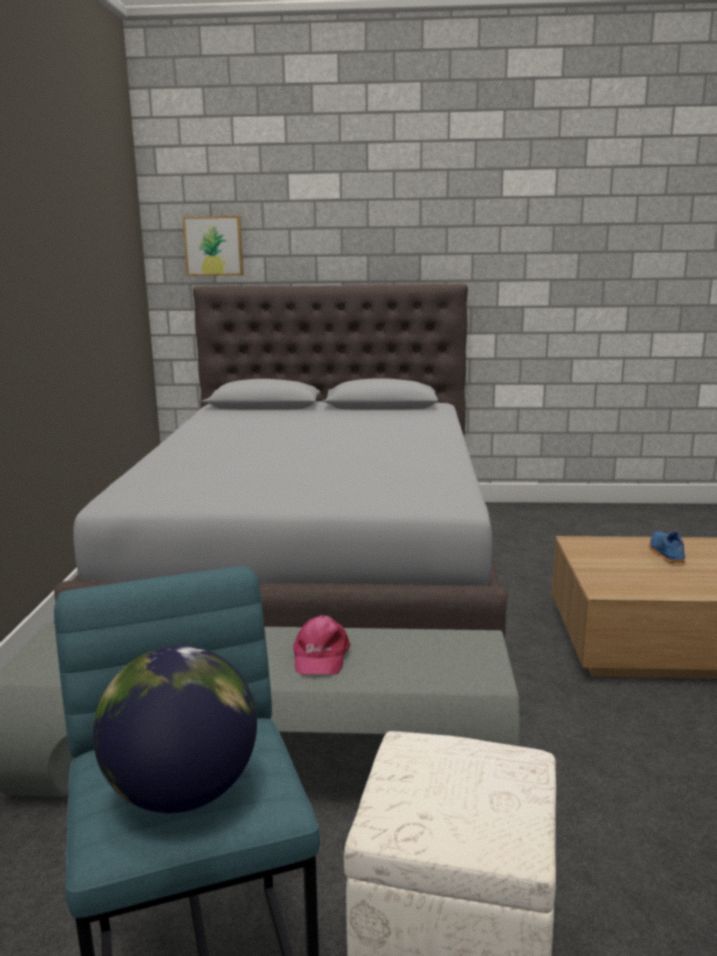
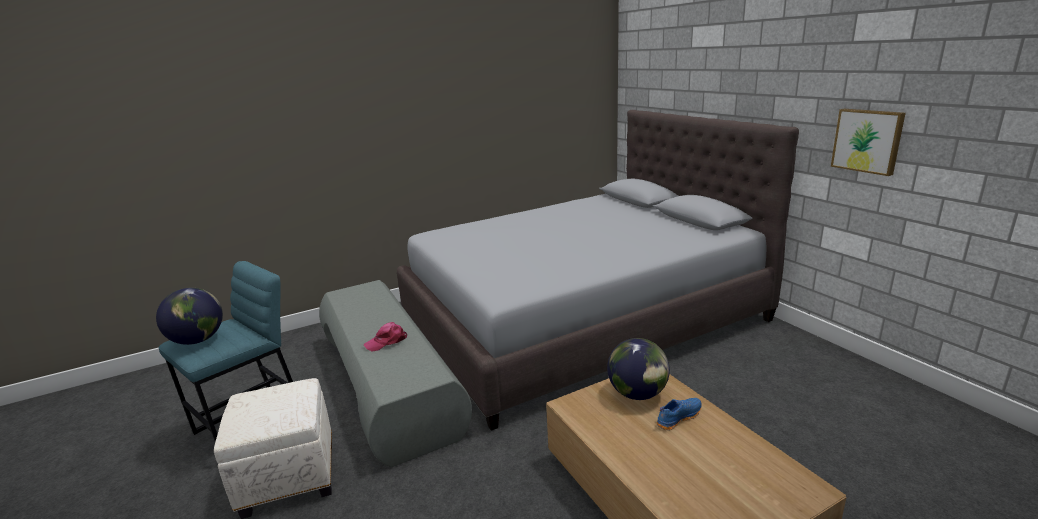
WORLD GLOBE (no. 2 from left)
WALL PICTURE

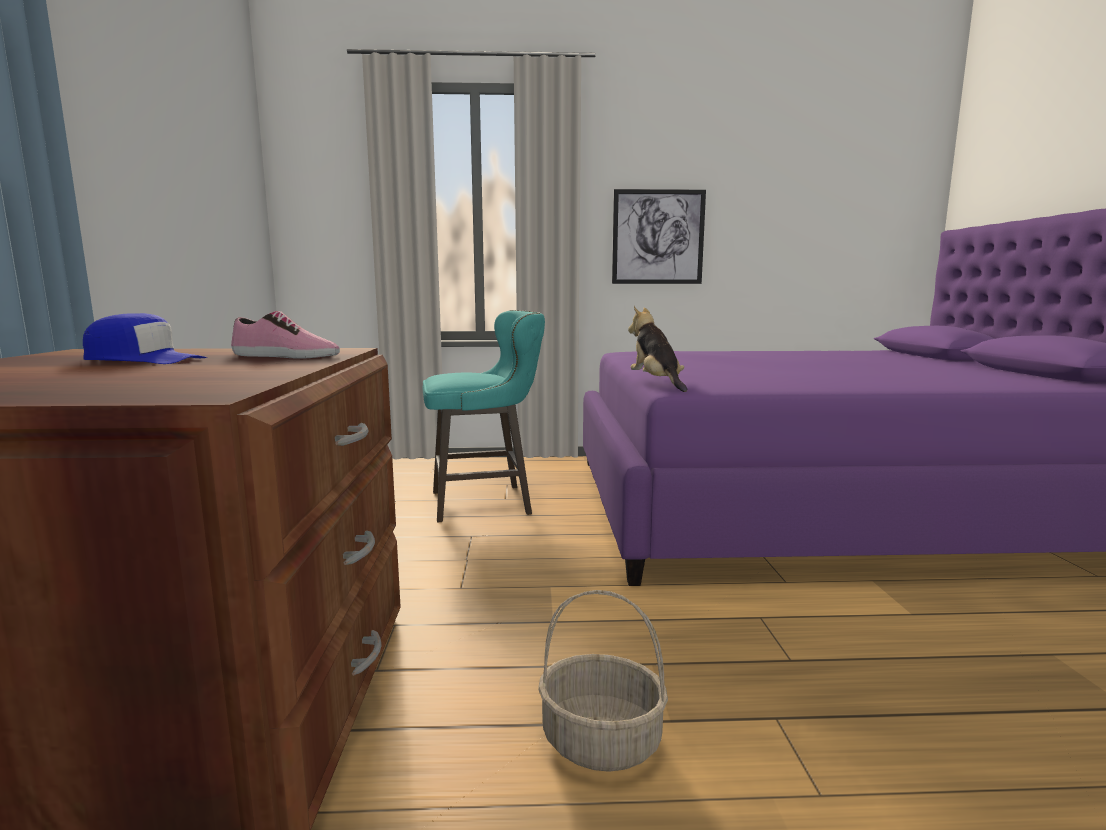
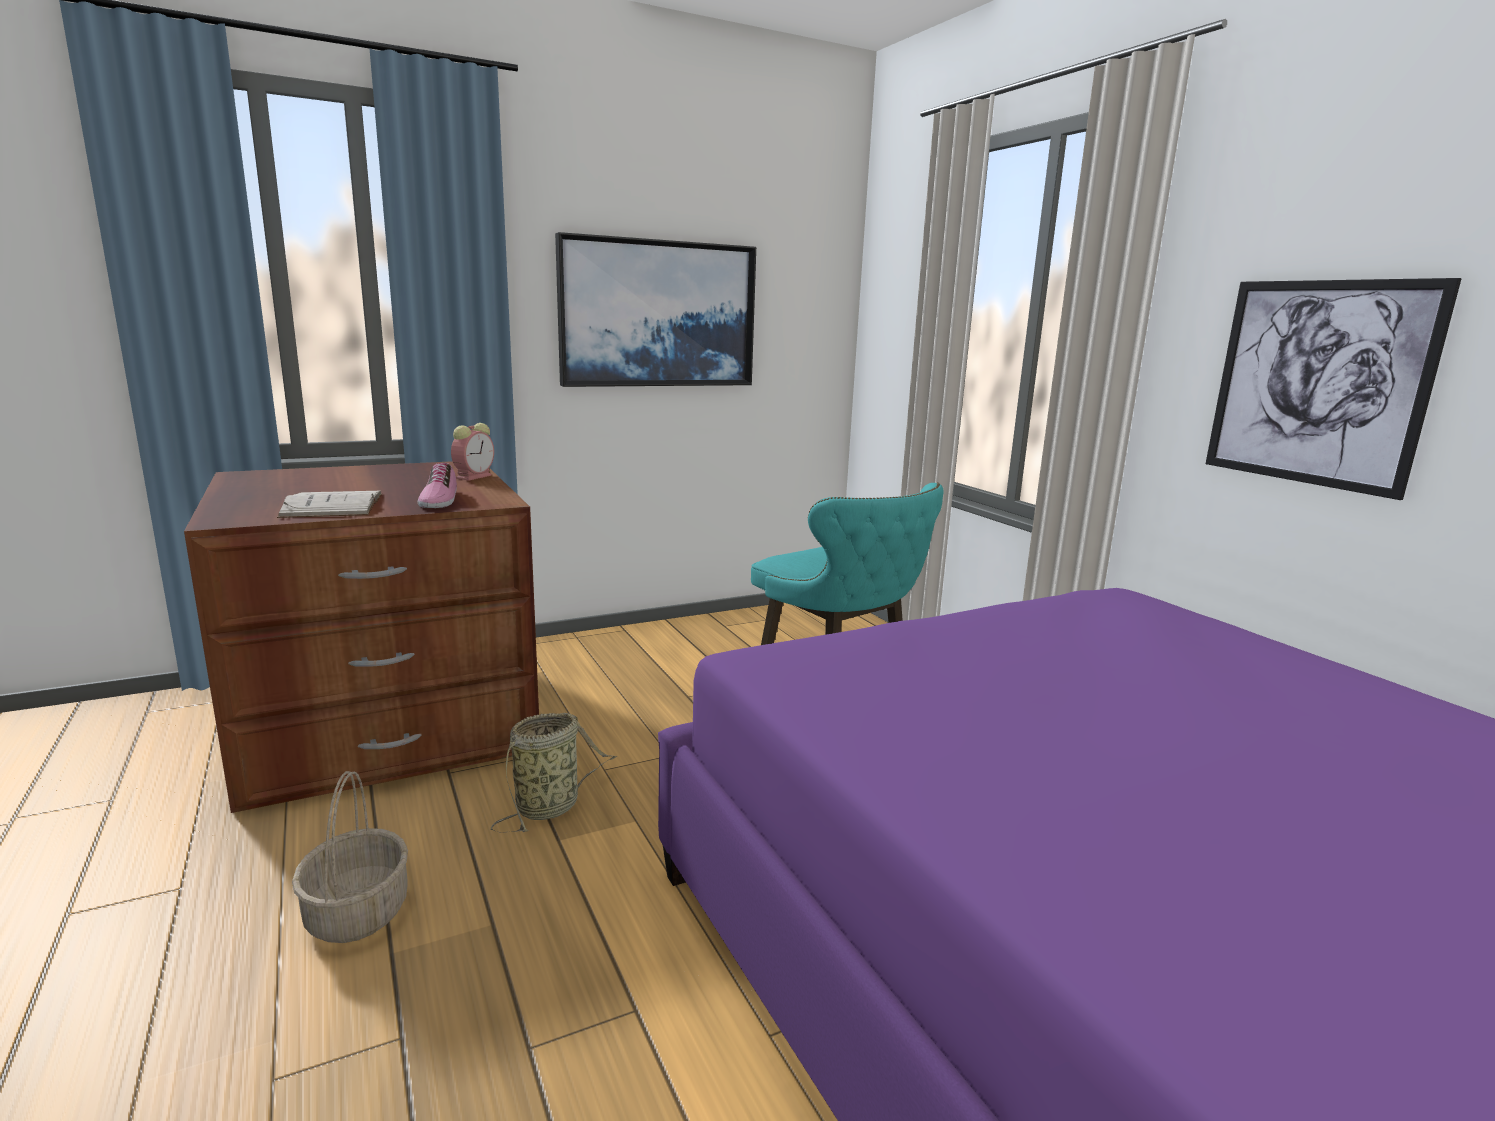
WHITISH BOOK
ALARM CLOCK
STORAGE BASKET (no. 2 from left)
WALL PICTURE (no. 1 from left)
BLUE PEAKED CAP
PLUSH TOY

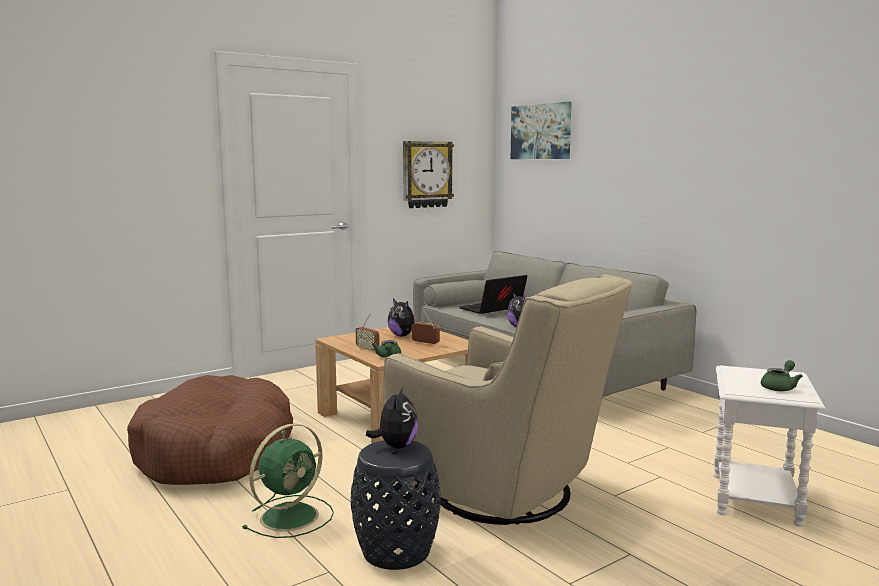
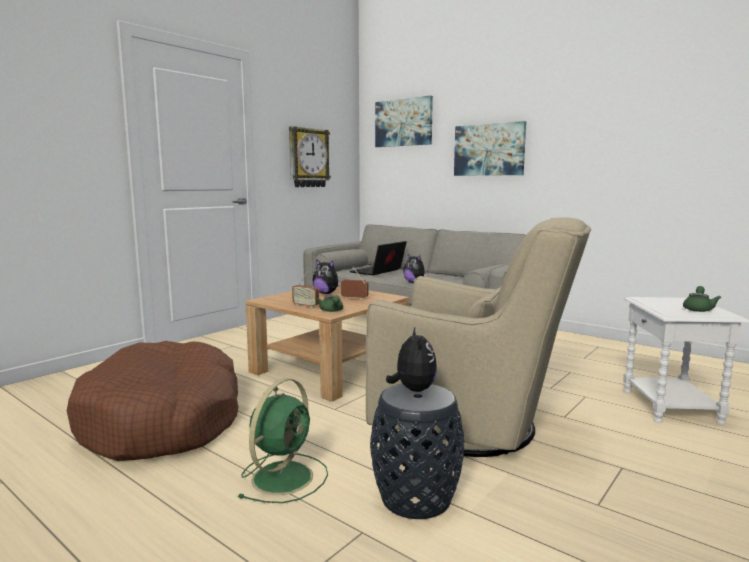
WALL PICTURE (no. 2 from left)

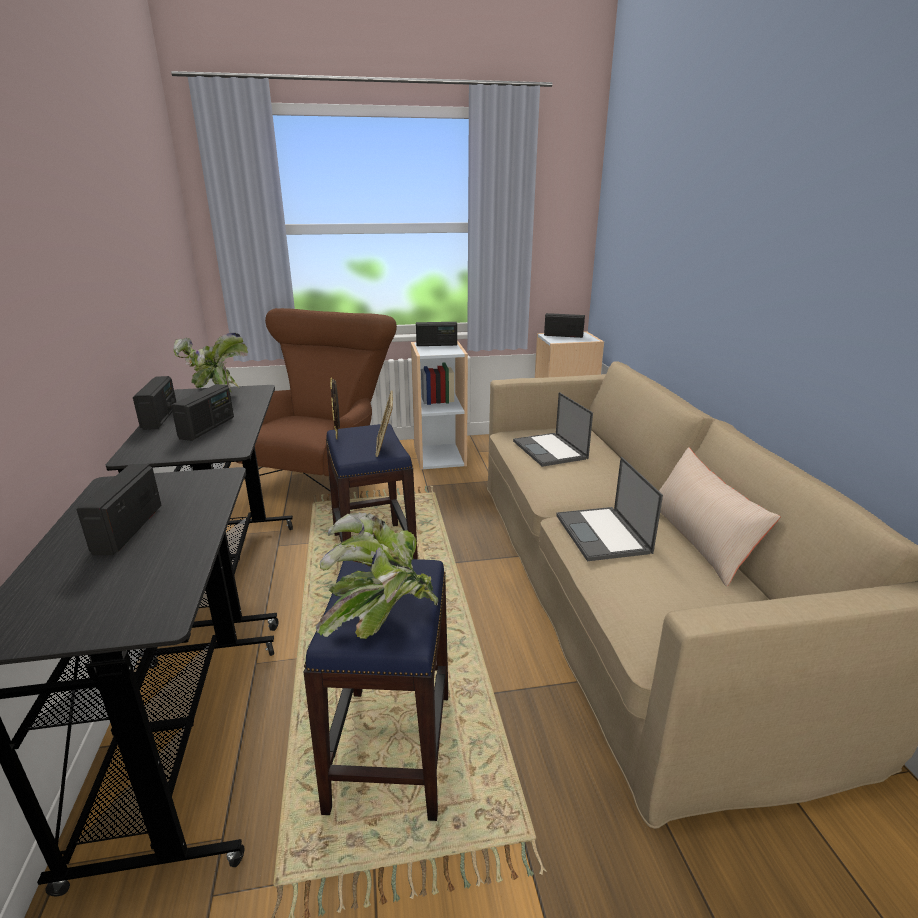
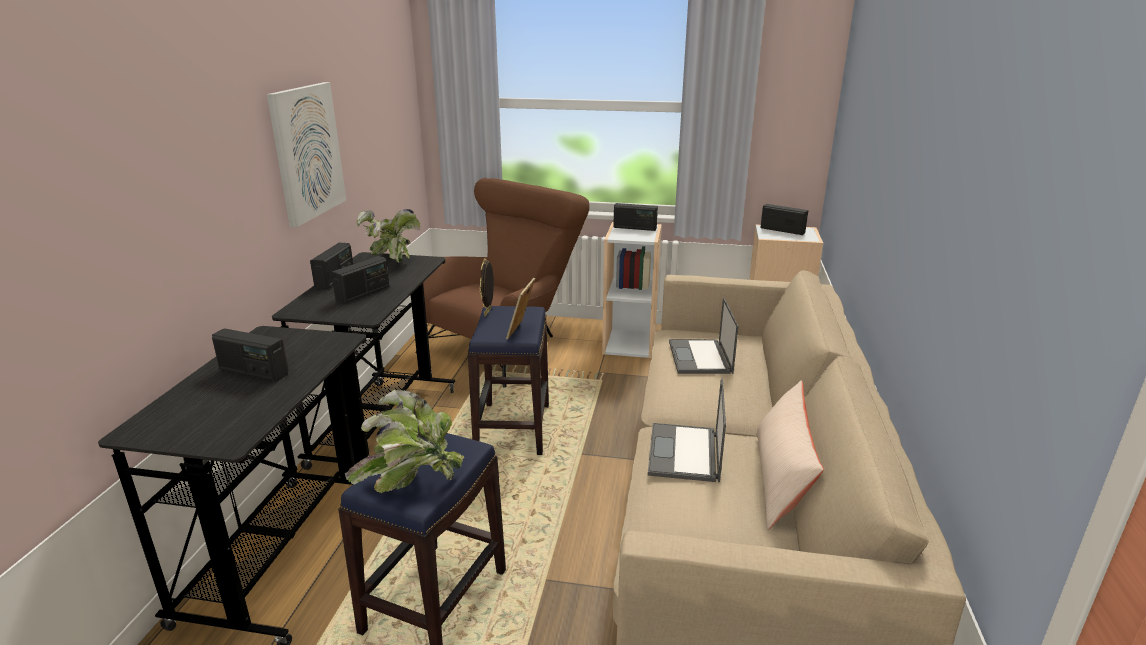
RADIO RECEIVER (no. 1 from left)
WALL PICTURE

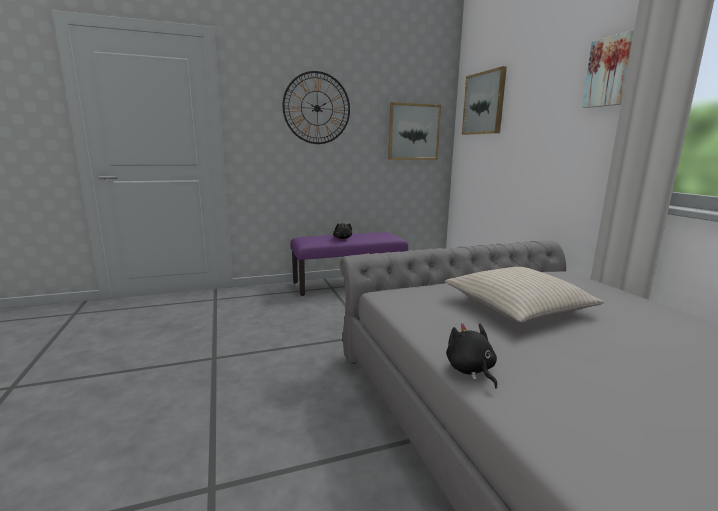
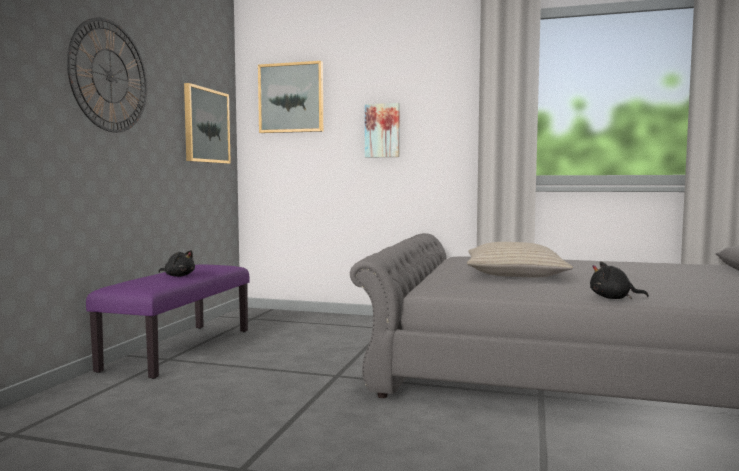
WALL PICTURE (no. 3 from left)

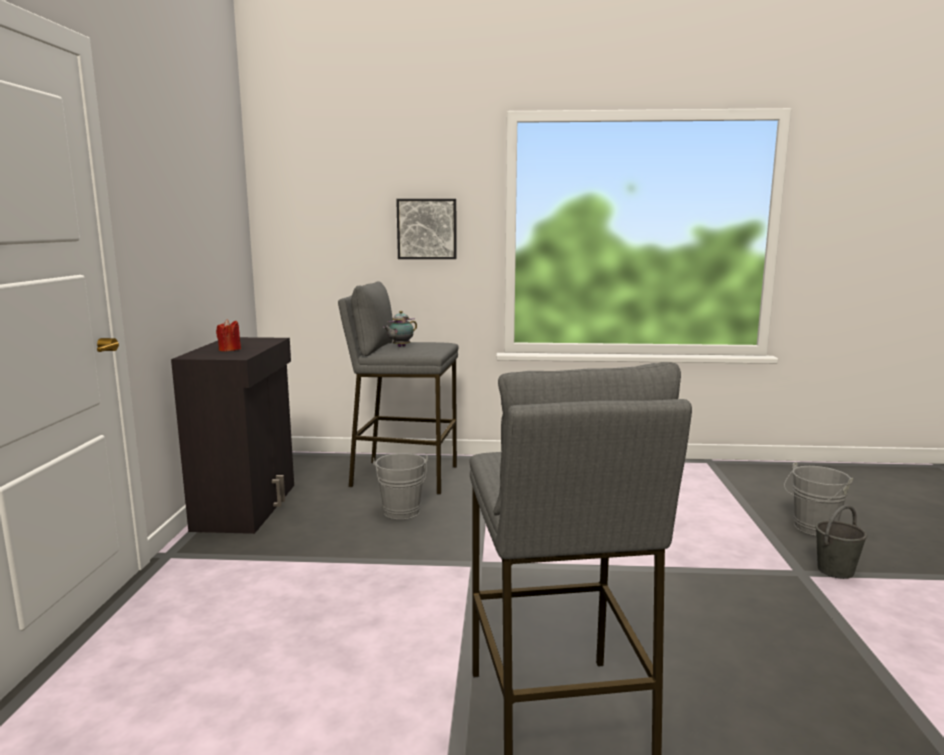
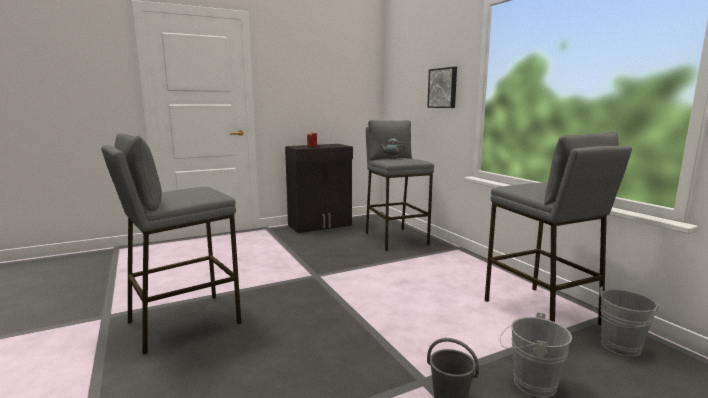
GRAY SITTING STOOL (no. 3 from left)
GRAY WATER BUCKET (no. 3 from left)

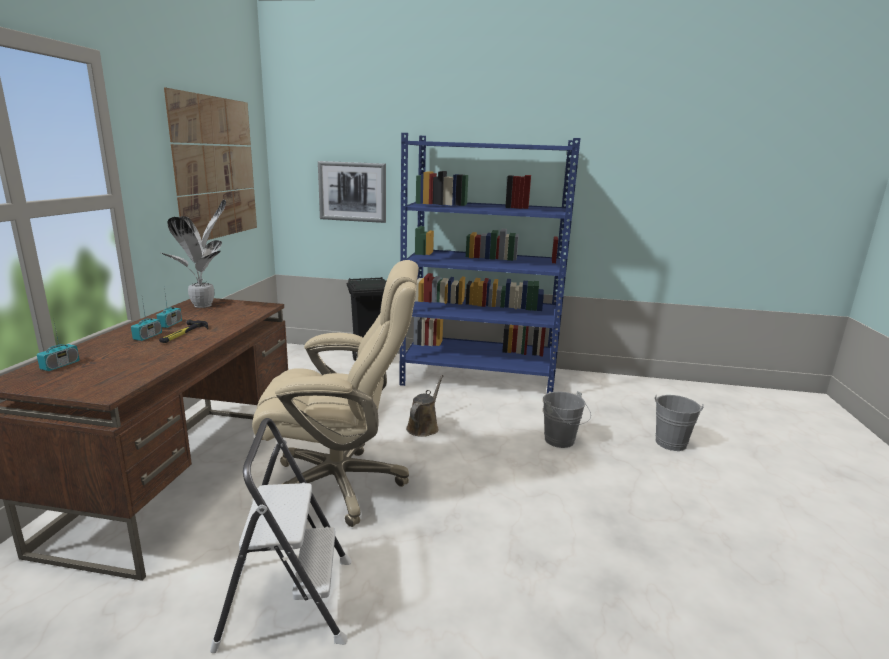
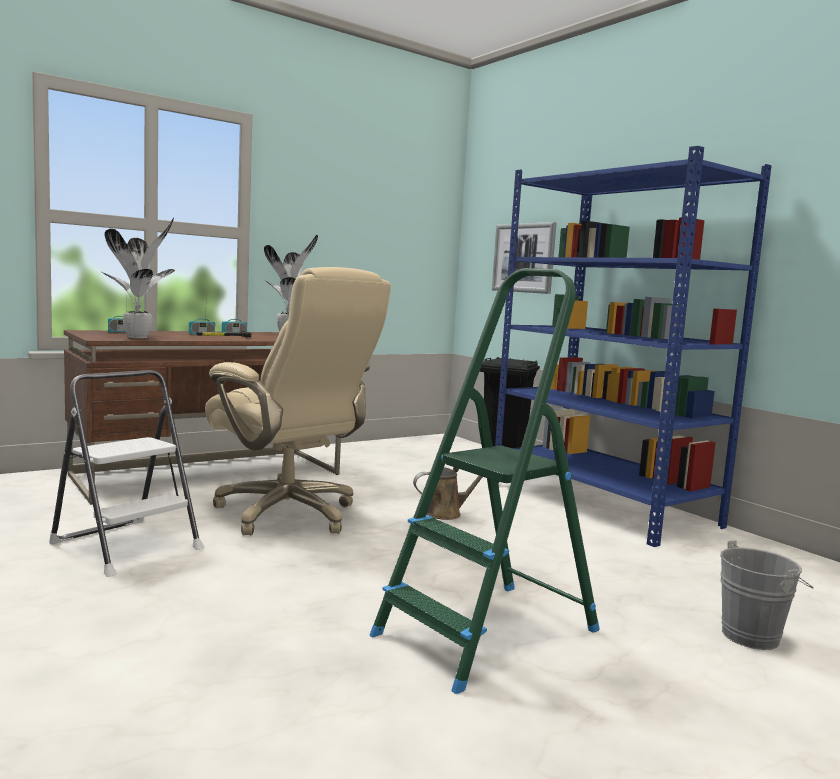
PLANT IN A POT (no. 1 from left)
GREEN STEP STOOL
WALL PICTURE (no. 1 from left in the first image)
GRAY WATER BUCKET (no. 1 from left in the first image)

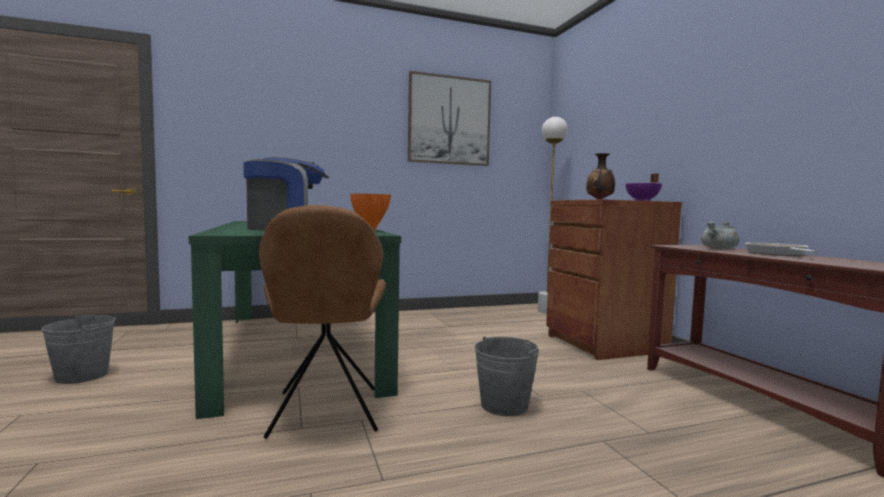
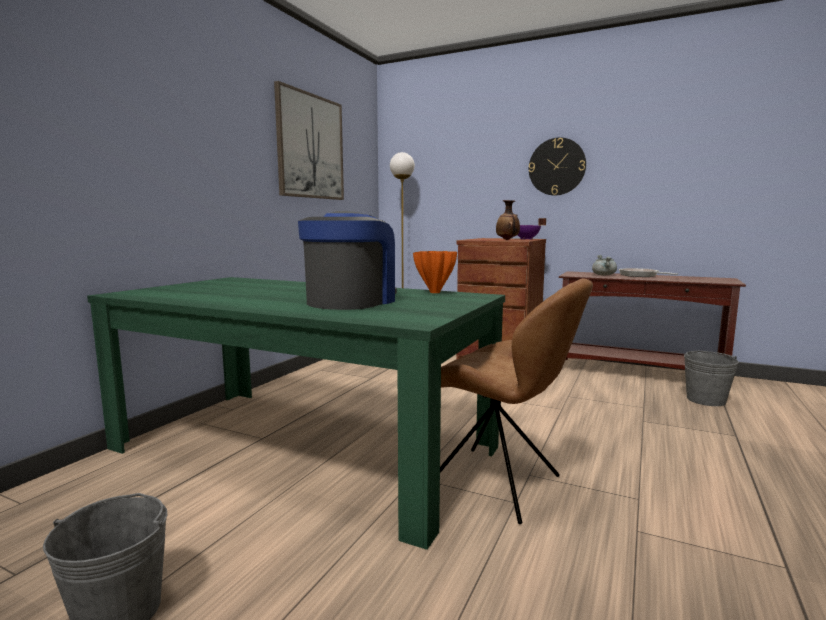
CLOCK ON THE WALL
GRAY WATER BUCKET (no. 2 from left)

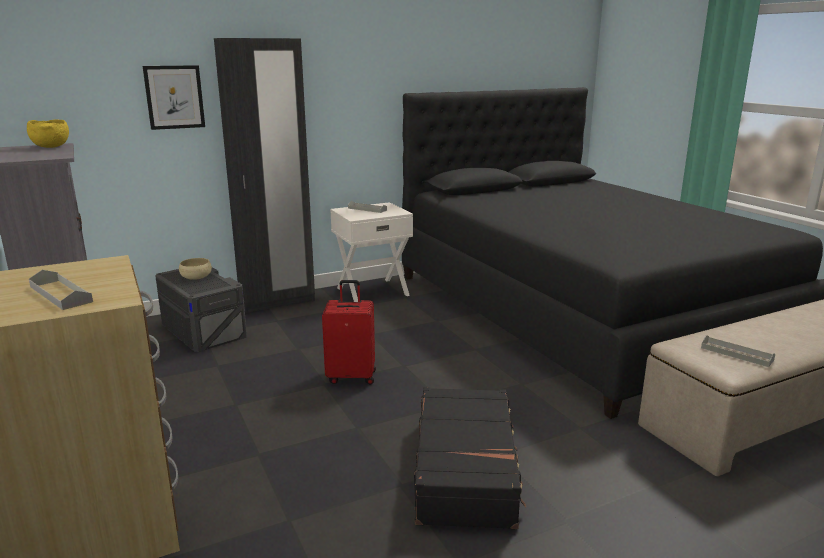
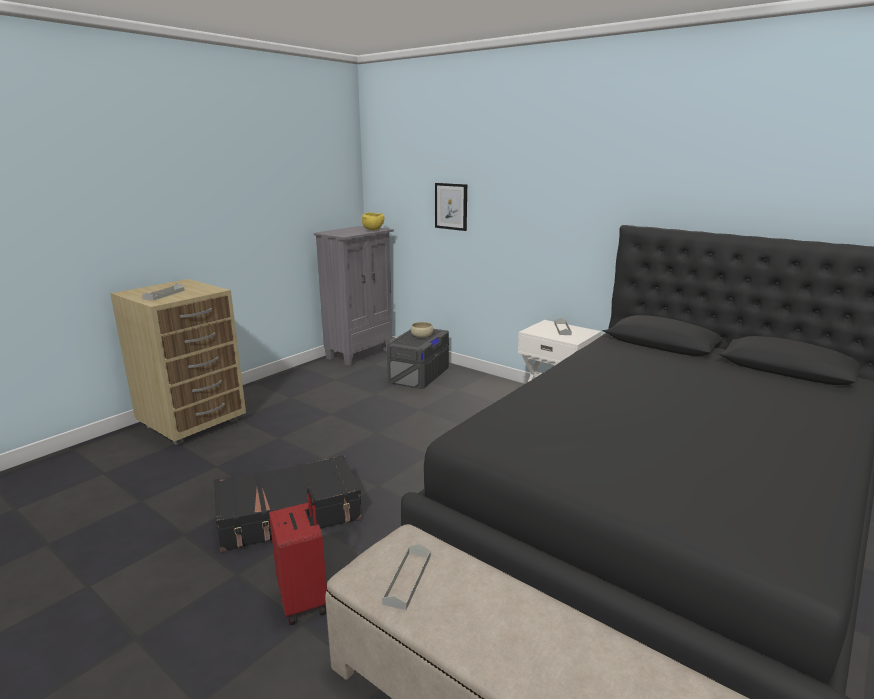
REDDISH PIECE OF LUGGAGE
BLACK ARMOIRE

